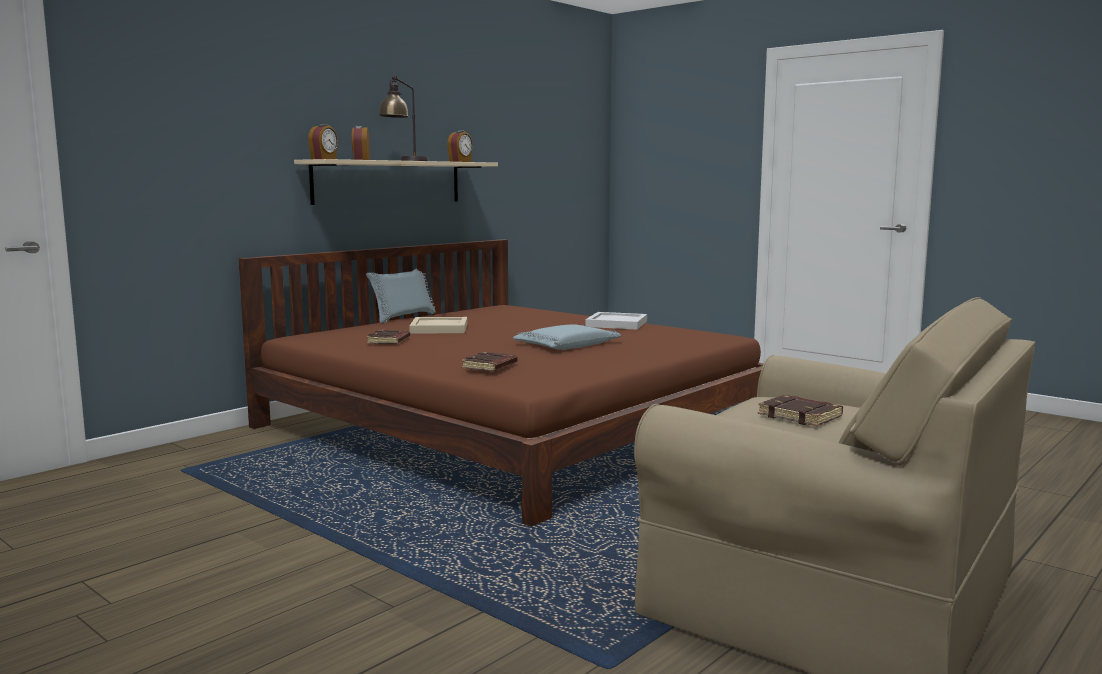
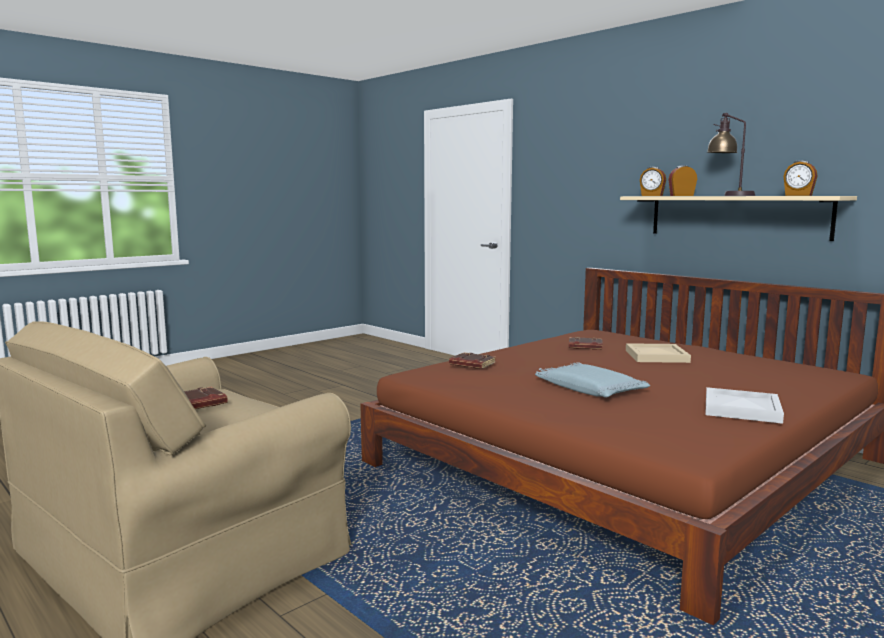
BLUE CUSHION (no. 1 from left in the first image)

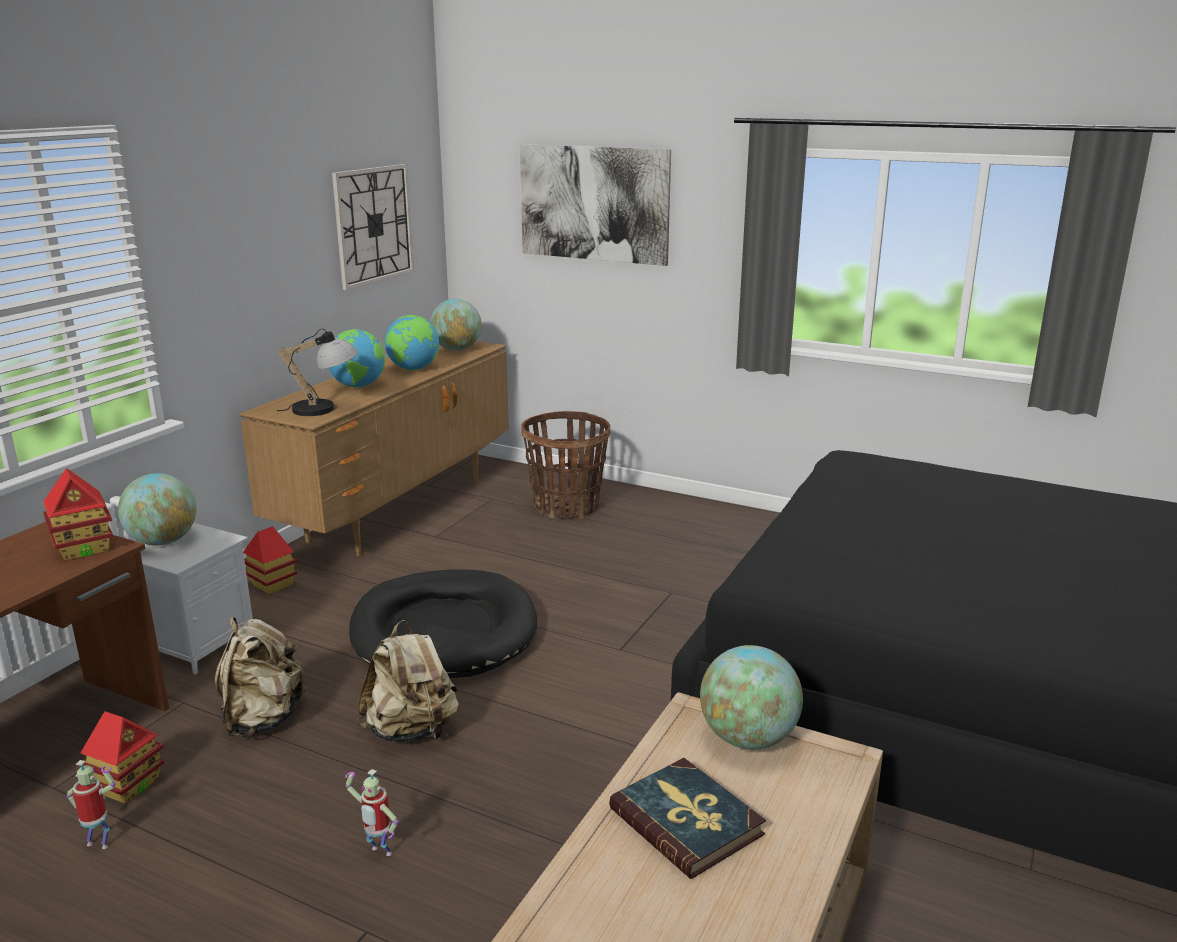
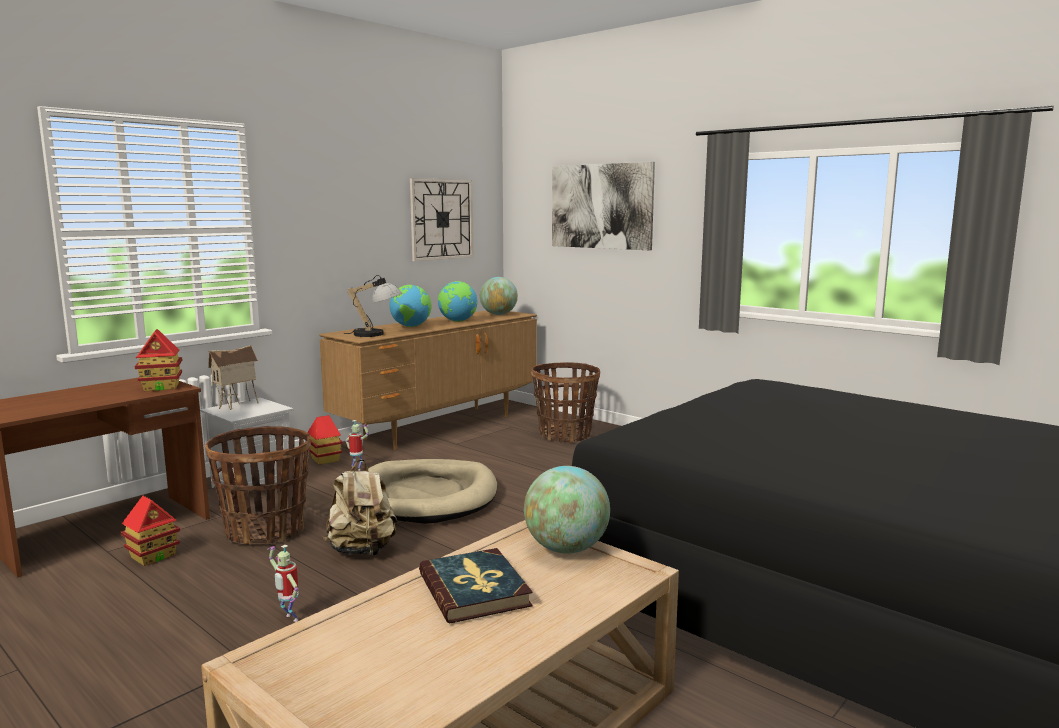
STORAGE BASKET (no. 1 from left)
MODEL HOUSE (no. 3 from left)
ROBOT FIGURE (no. 2 from left)
SAND-COLOURED DOG CUSHION

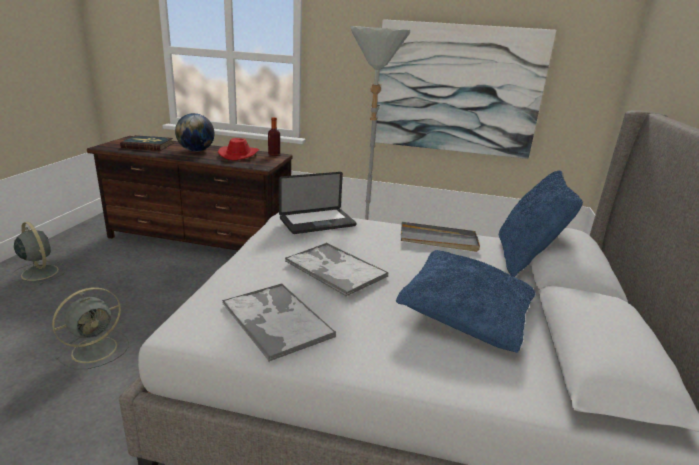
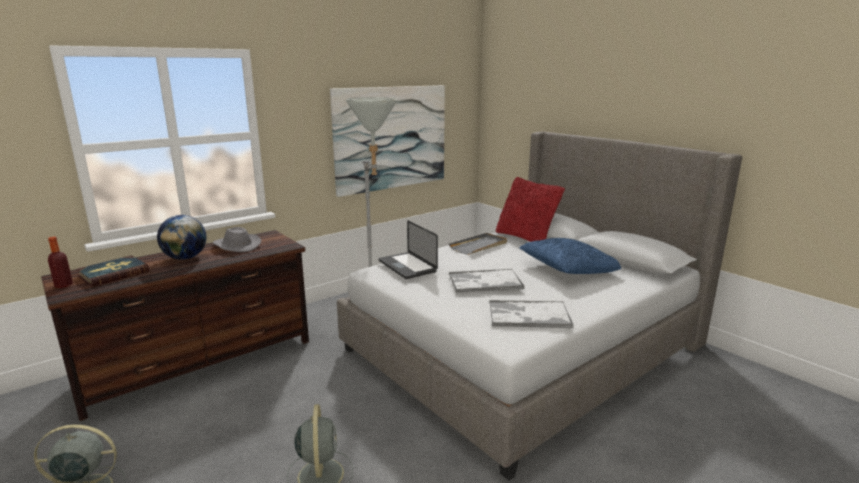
BEVERAGE BOTTLE
GRAY HAT
NOTEBOOK COMPUTER
REDDISH CUSHION

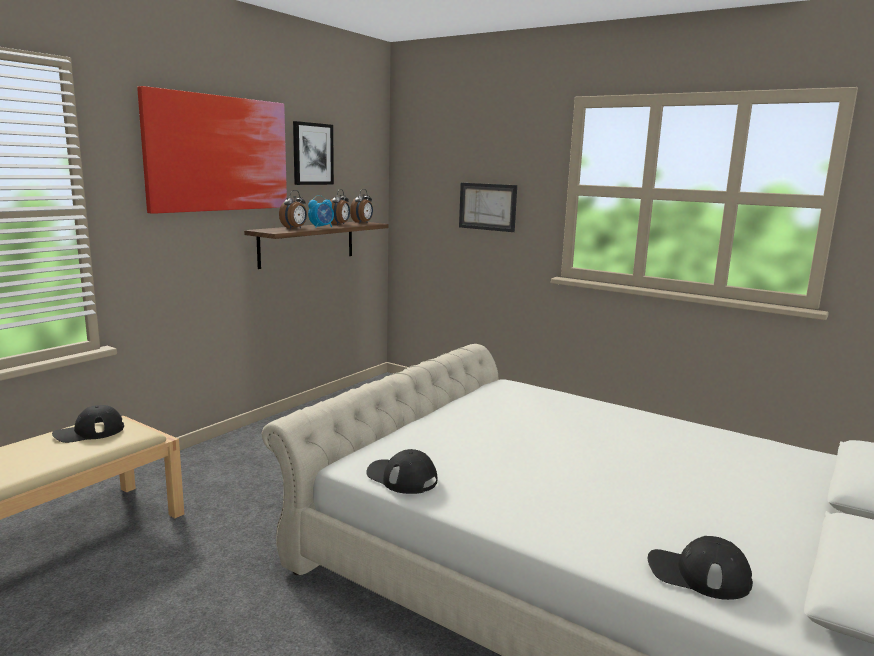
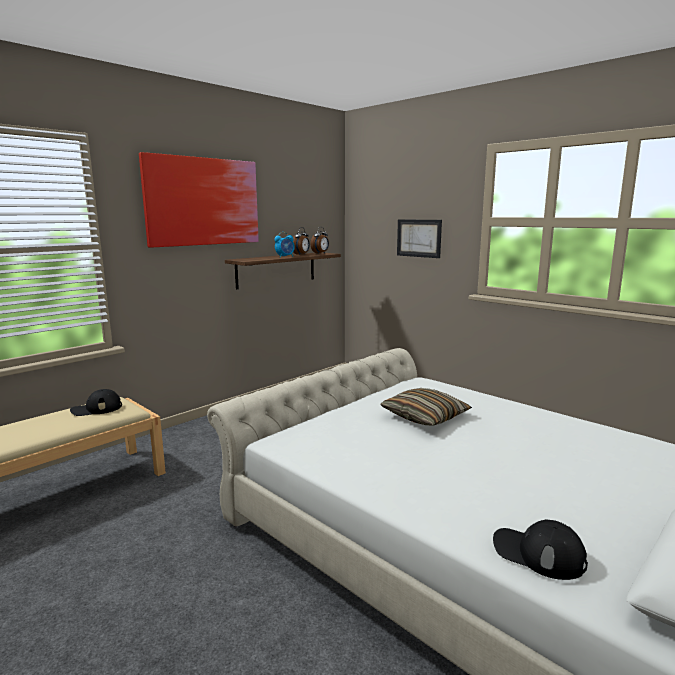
CUSHION
ALARM CLOCK (no. 1 from left in the first image)
WALL PICTURE (no. 2 from left in the first image)
BLACK PEAKED CAP (no. 2 from left in the first image)

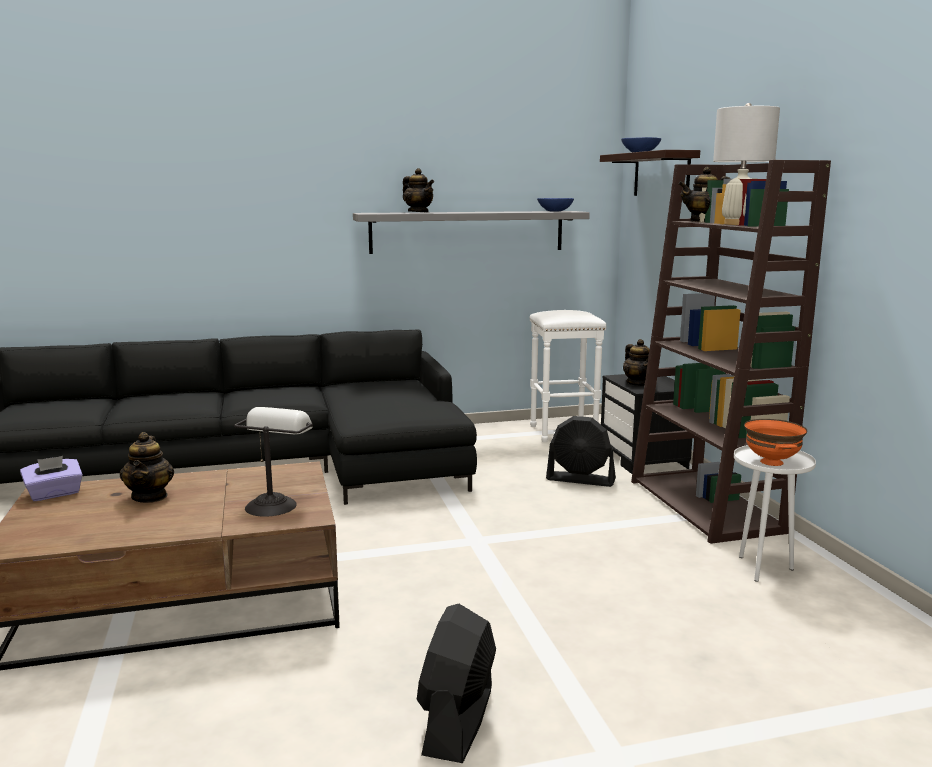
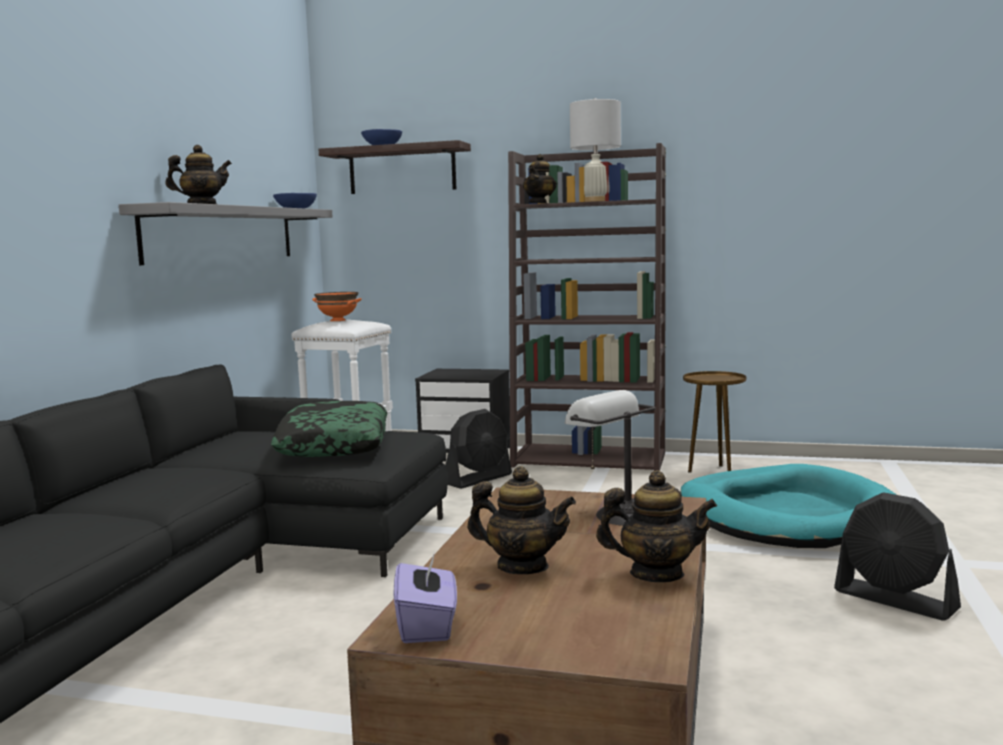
CUSHION
ORANGE-COLOURED DEEP DISH
POT FOR TEA (no. 4 from left)
TURQUOISE DOG CUSHION
BROWN-COLOURED ACCENT TABLE

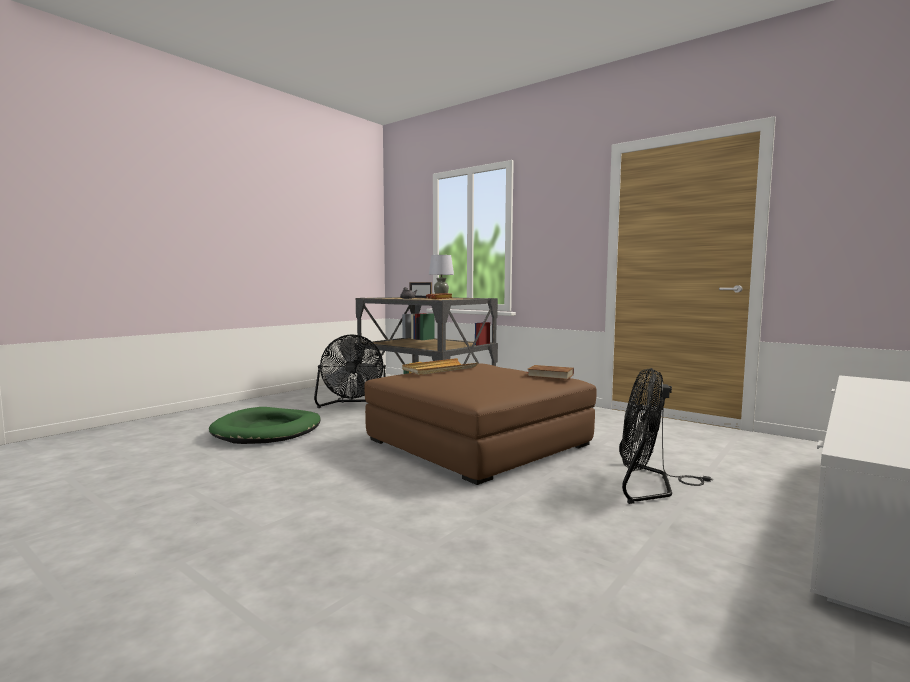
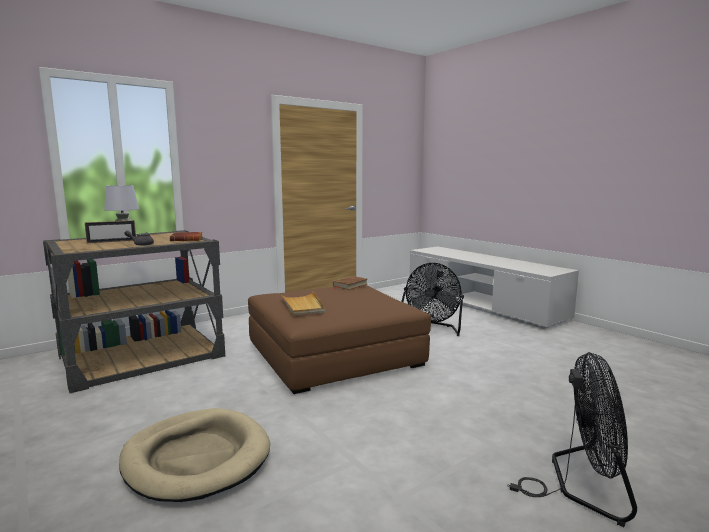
SAND-COLOURED DOG CUSHION
BLACK FAN (no. 2 from left)

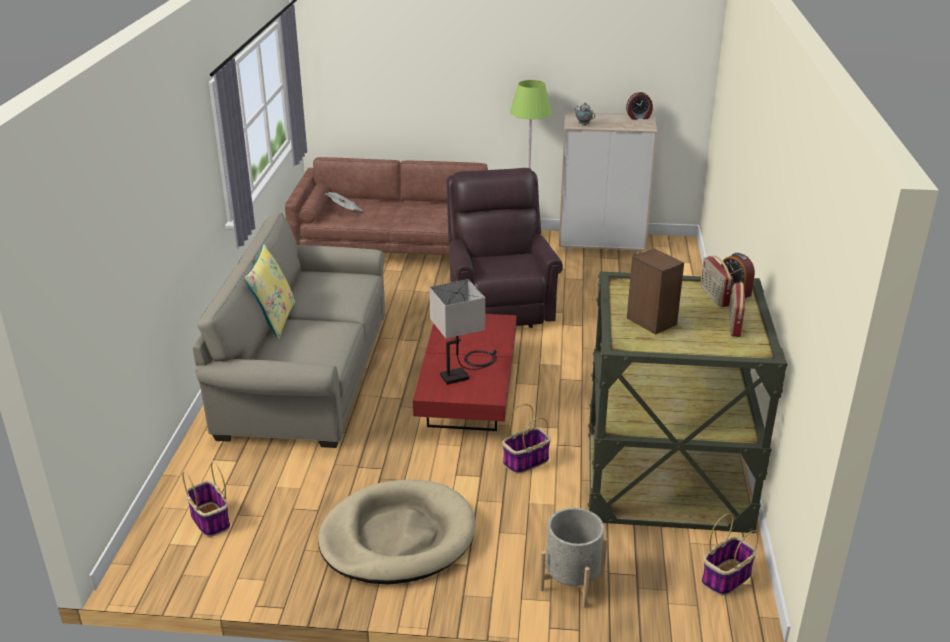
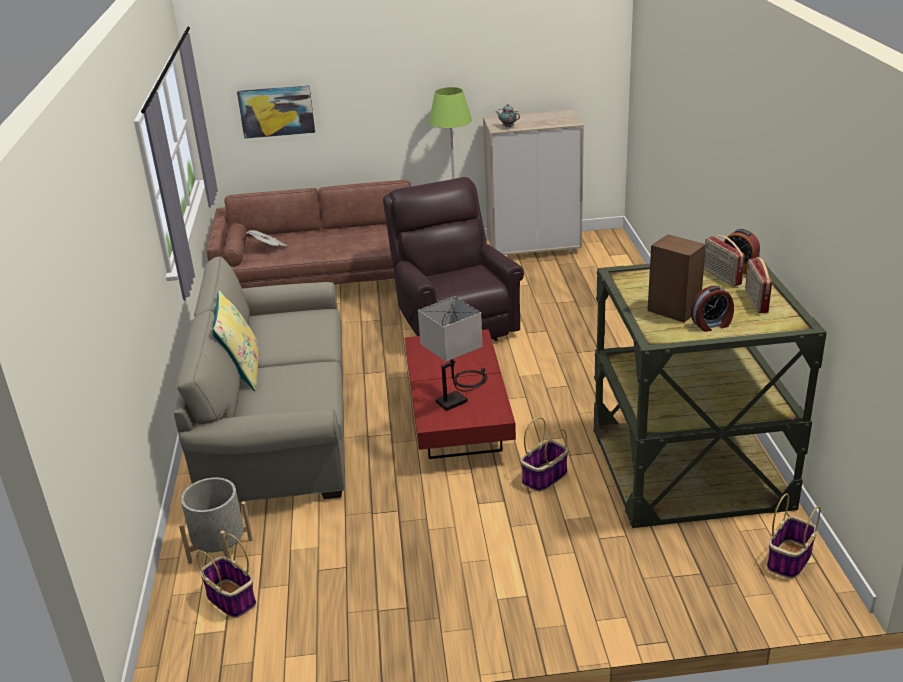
GRAY PLANT POT
WALL PICTURE
ALARM CLOCK (no. 1 from left)
SAND-COLOURED DOG CUSHION

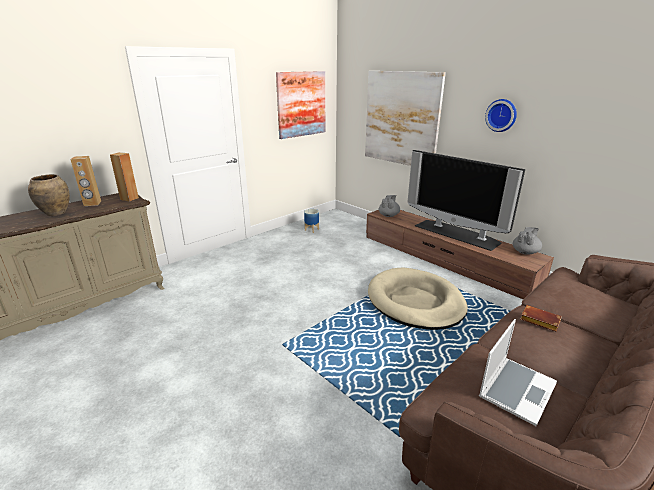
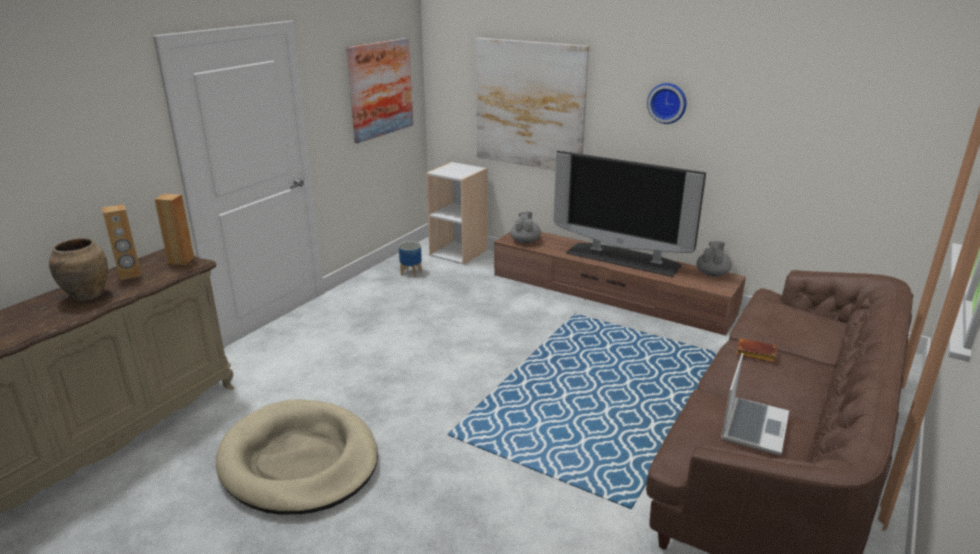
SAND-COLOURED DOG CUSHION
BOOKCASE

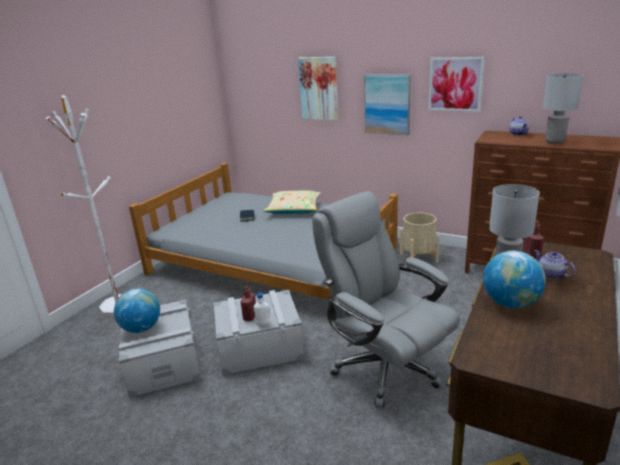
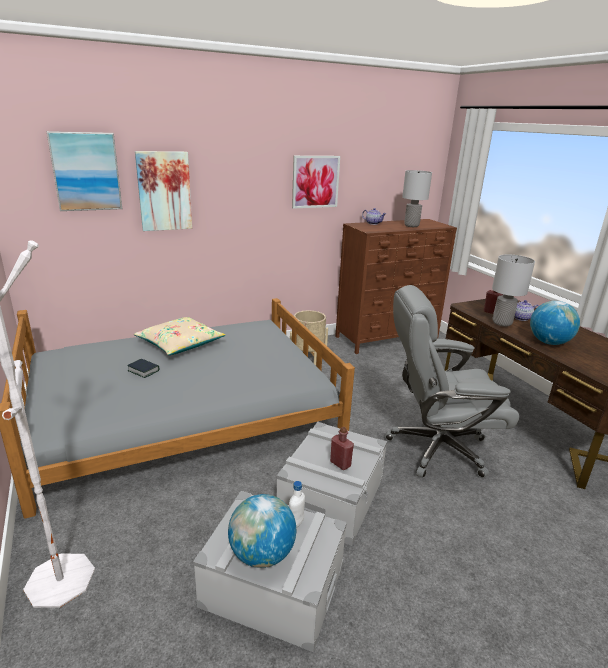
WALL PICTURE (no. 1 from left)
WHITISH BEVERAGE BOTTLE

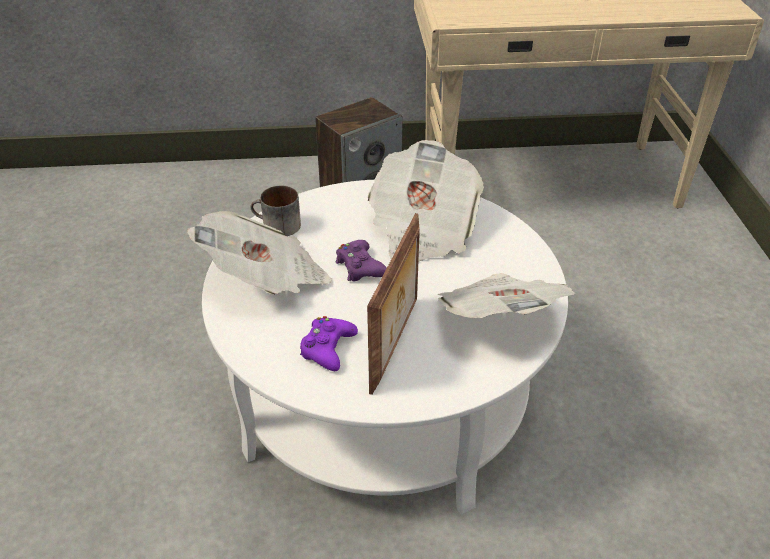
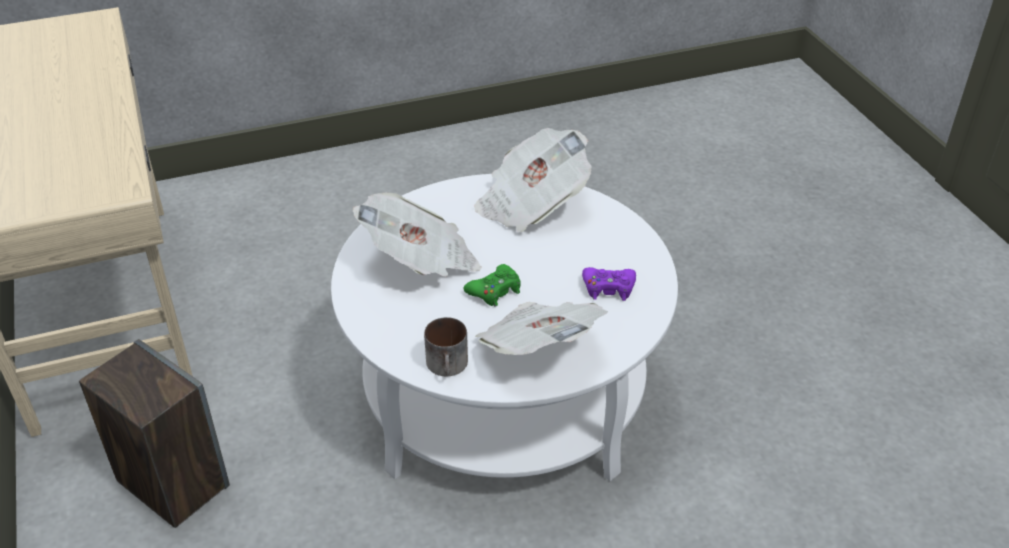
GREEN GAMEPAD
PHOTO FRAME

